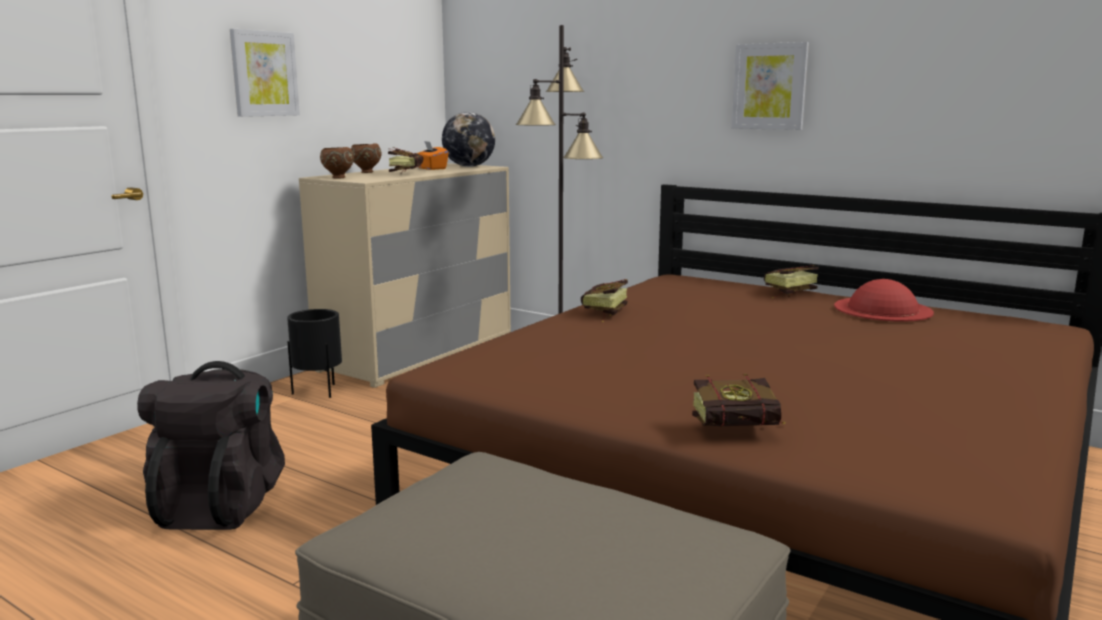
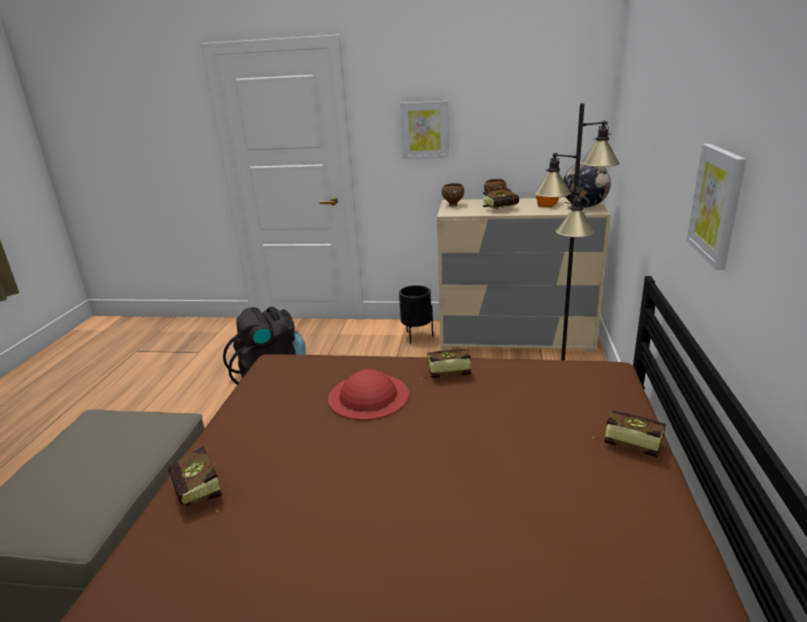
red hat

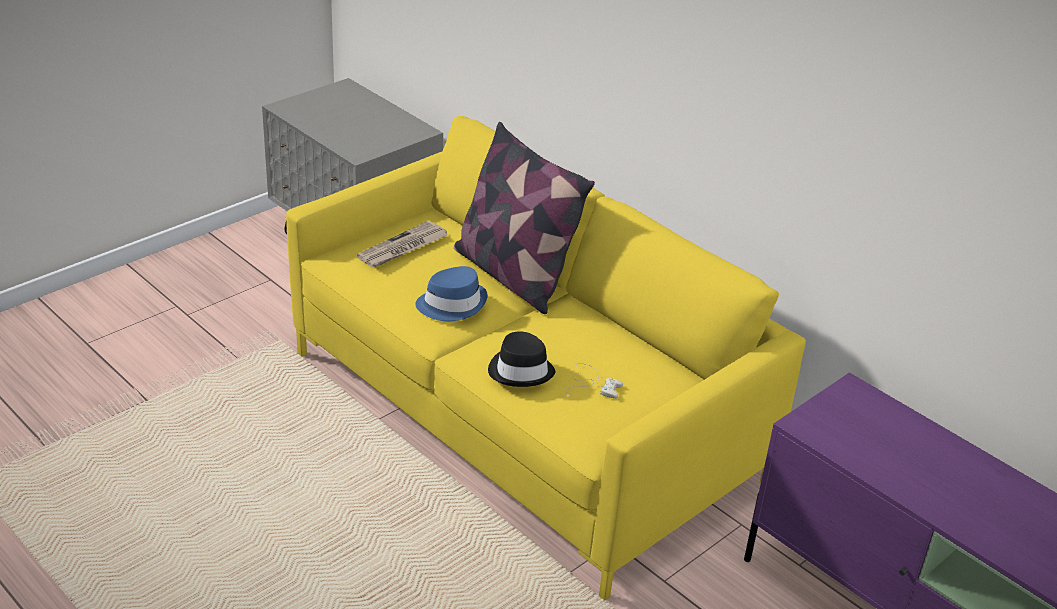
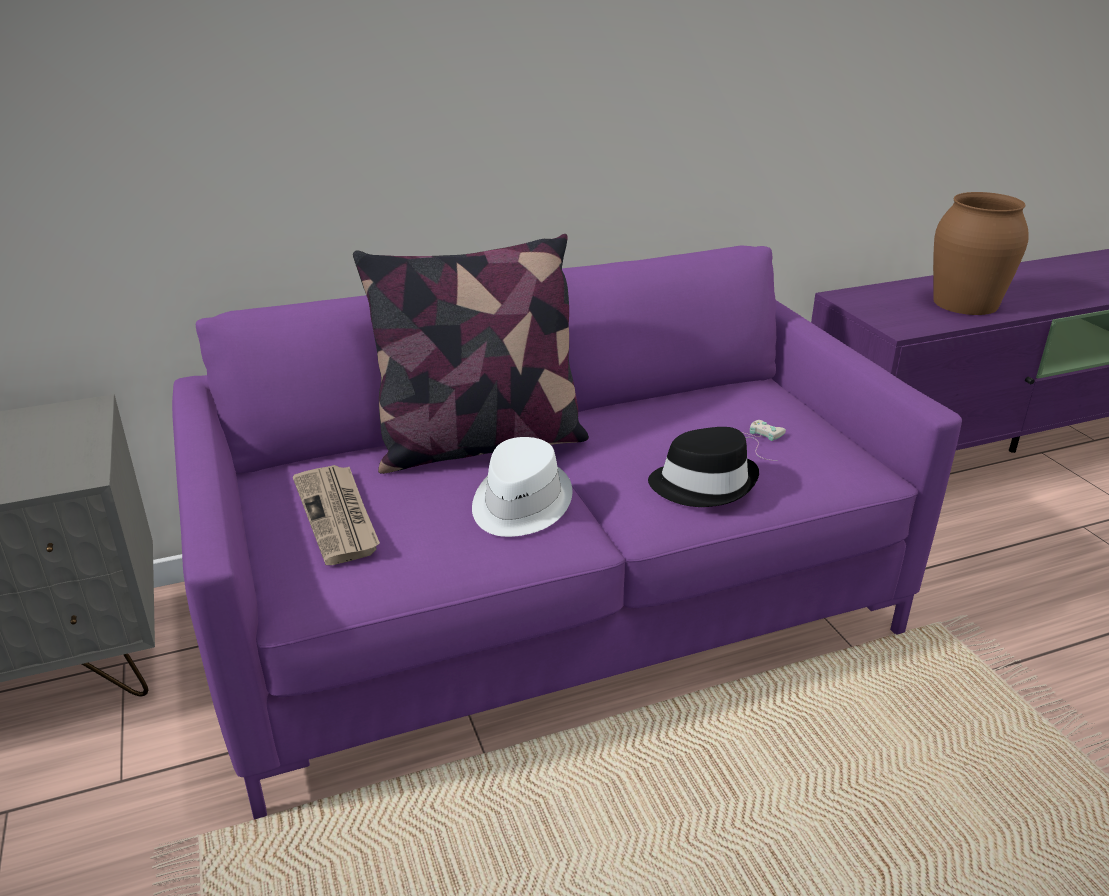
purple sofa
white hat
brown vase

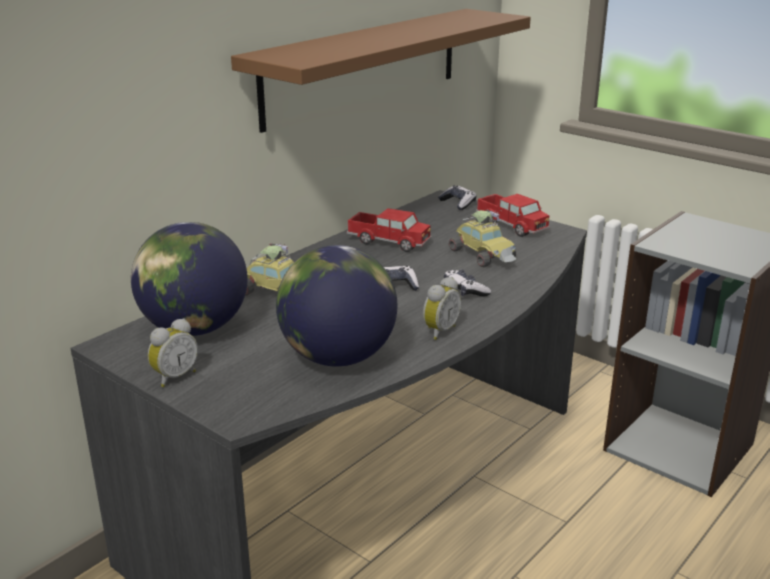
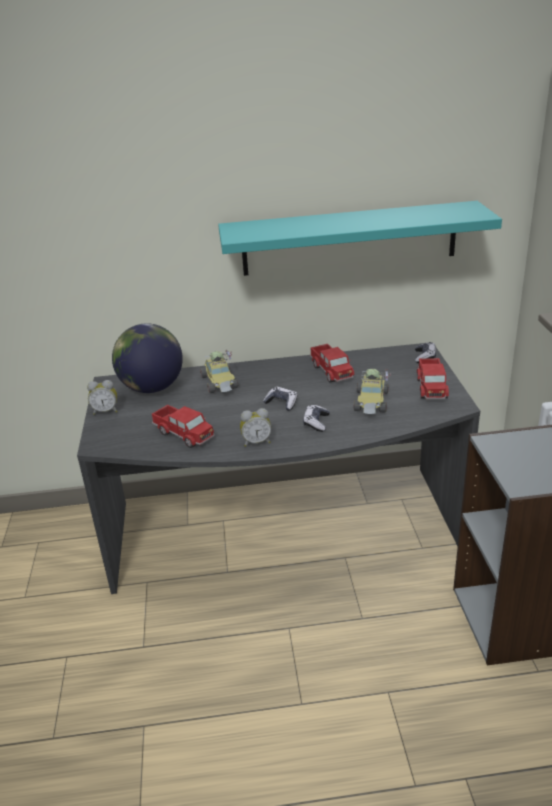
turquoise shelf
toy truck (no. 1 from left)

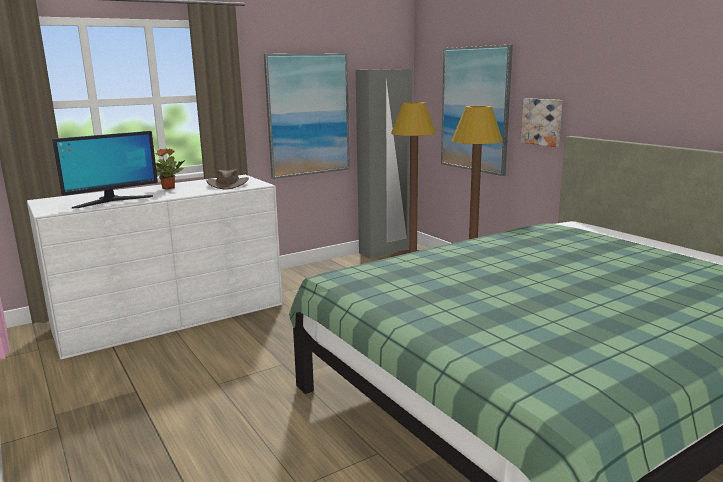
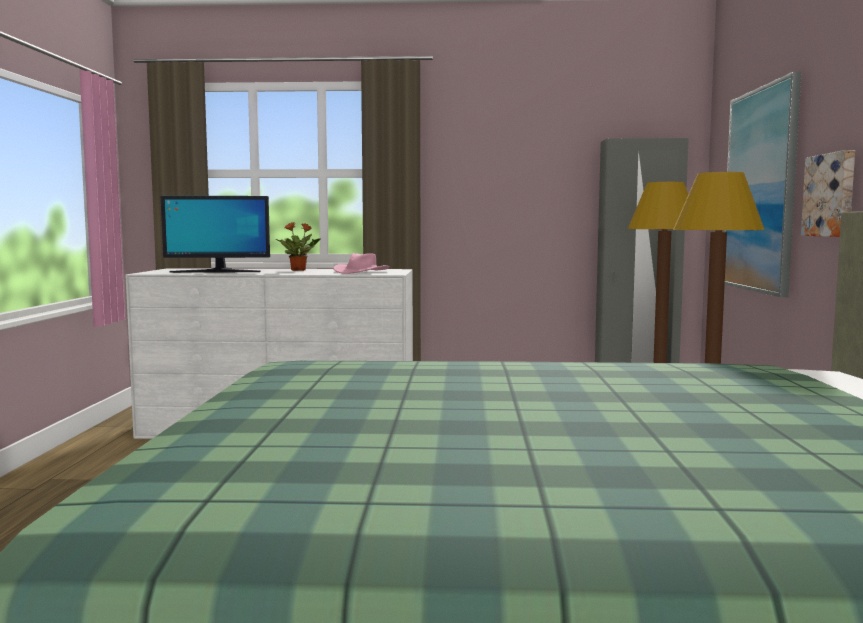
picture (no. 1 from left in the first image)
pink hat

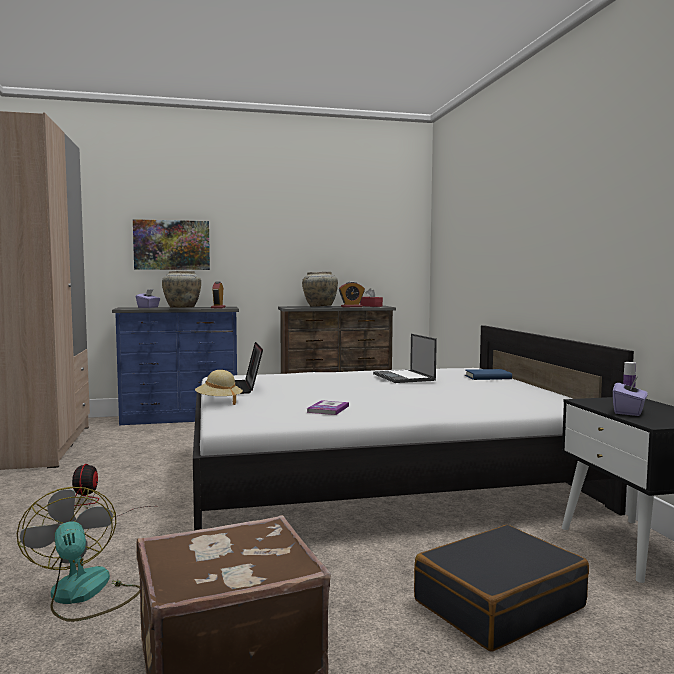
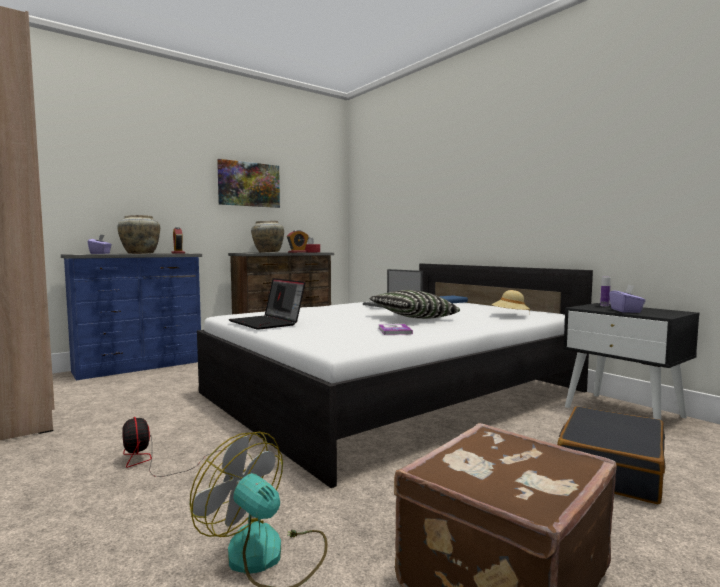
picture
beige hat
pillow

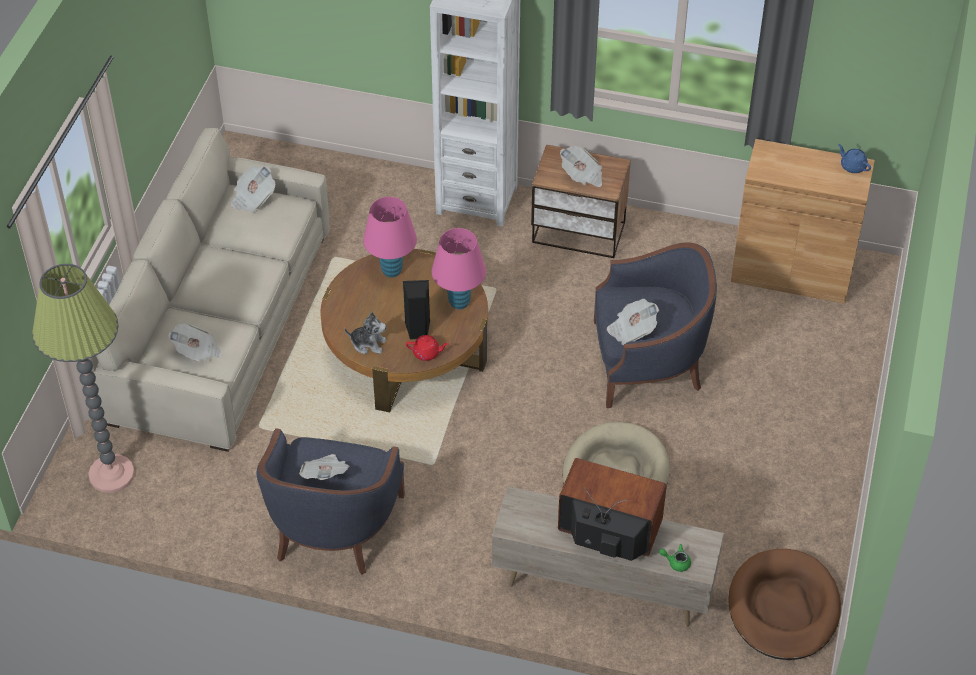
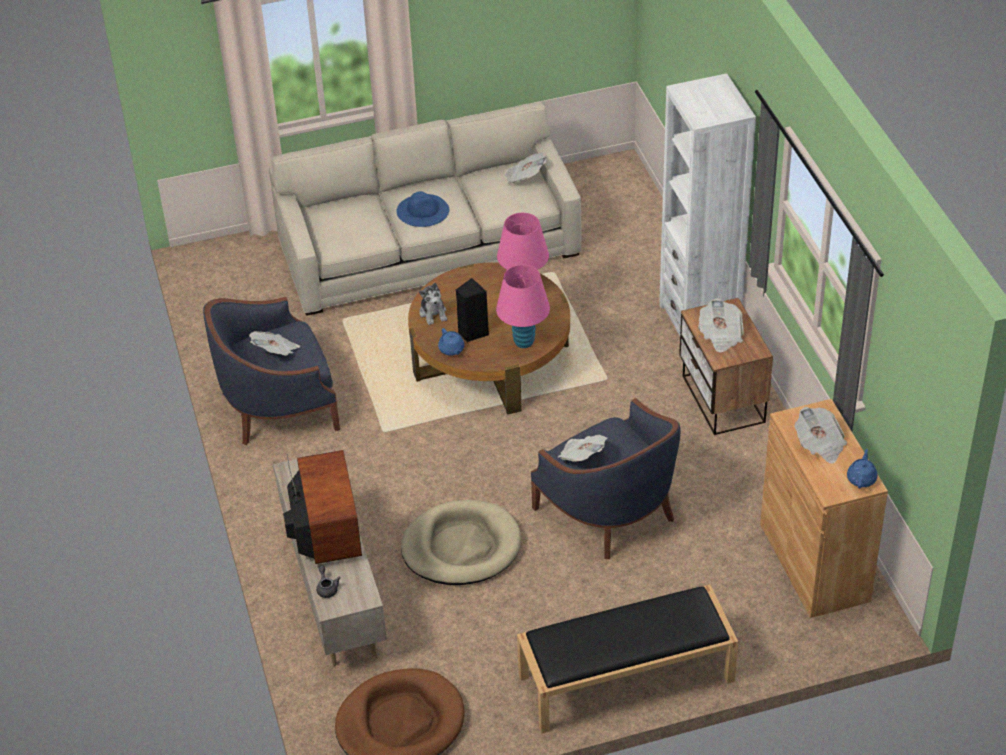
floor lamp
newspaper (no. 5 from left)
blue teapot (no. 1 from left)
grey teapot
blue hat
black bench

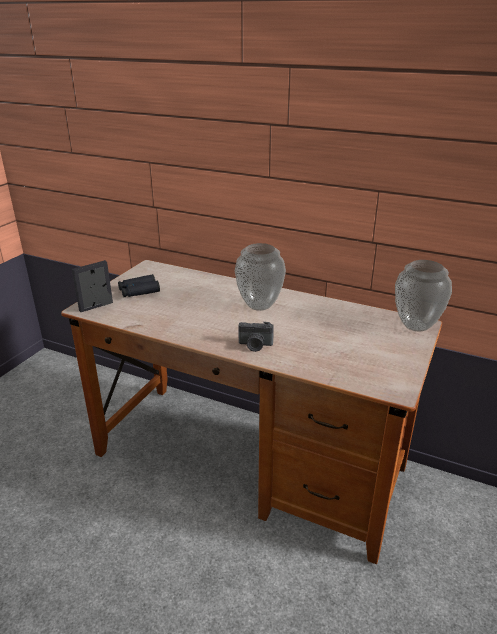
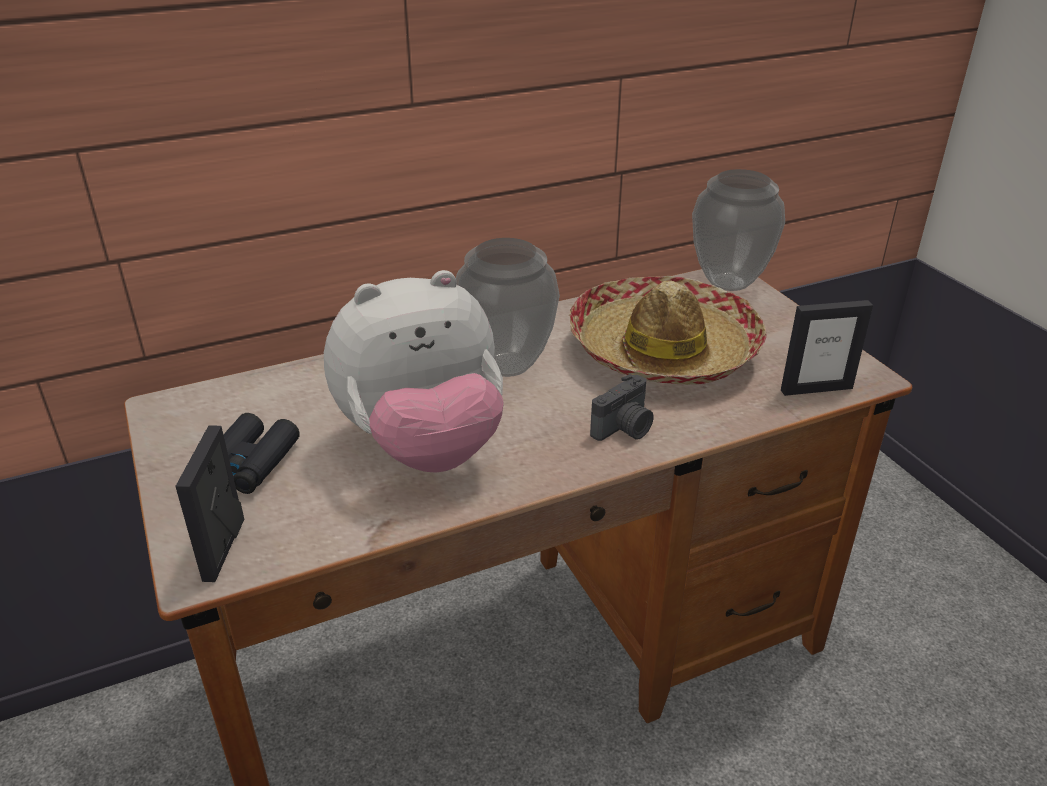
plush toy
hat
picture frame (no. 2 from left)

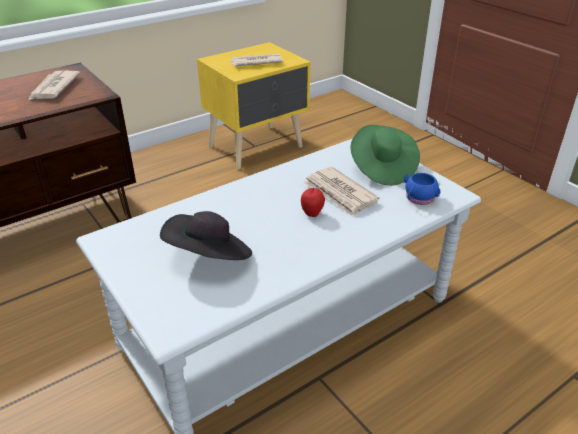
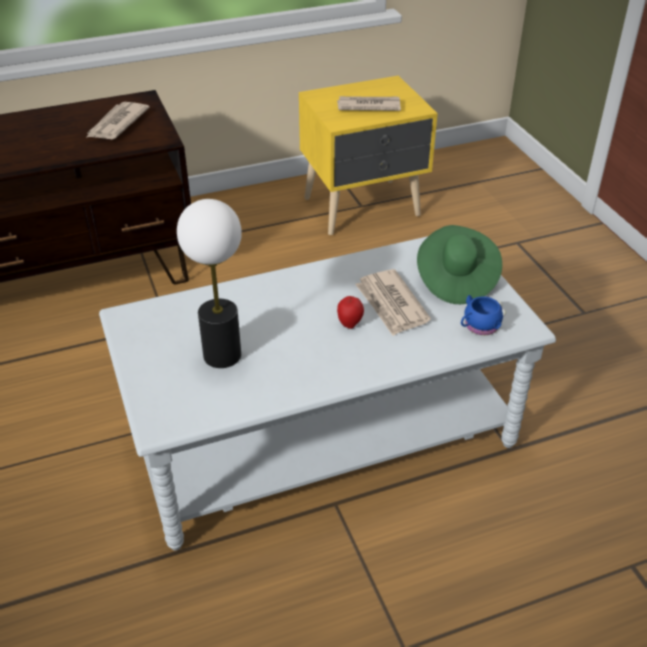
table lamp

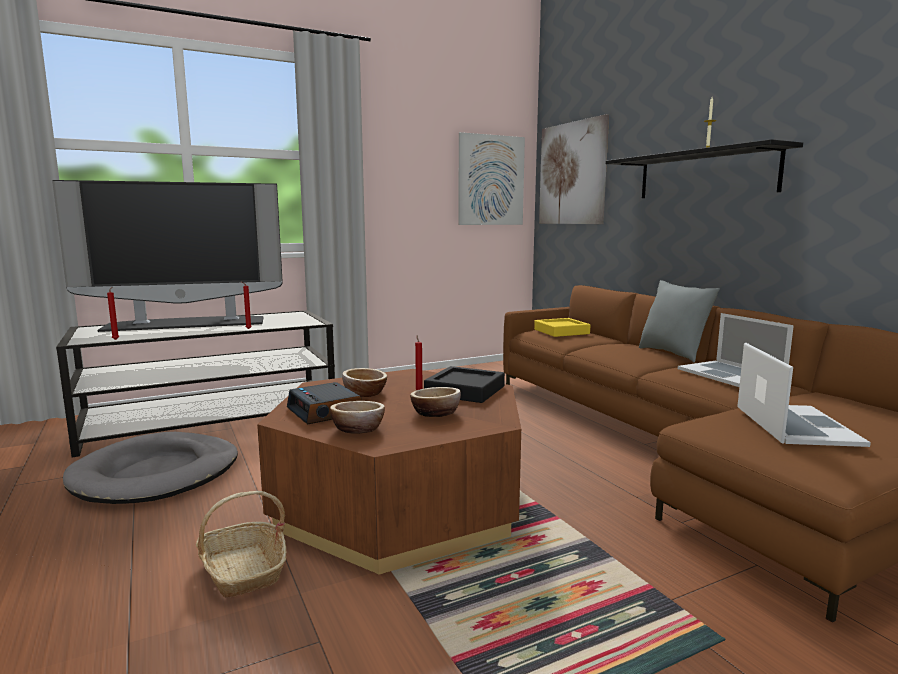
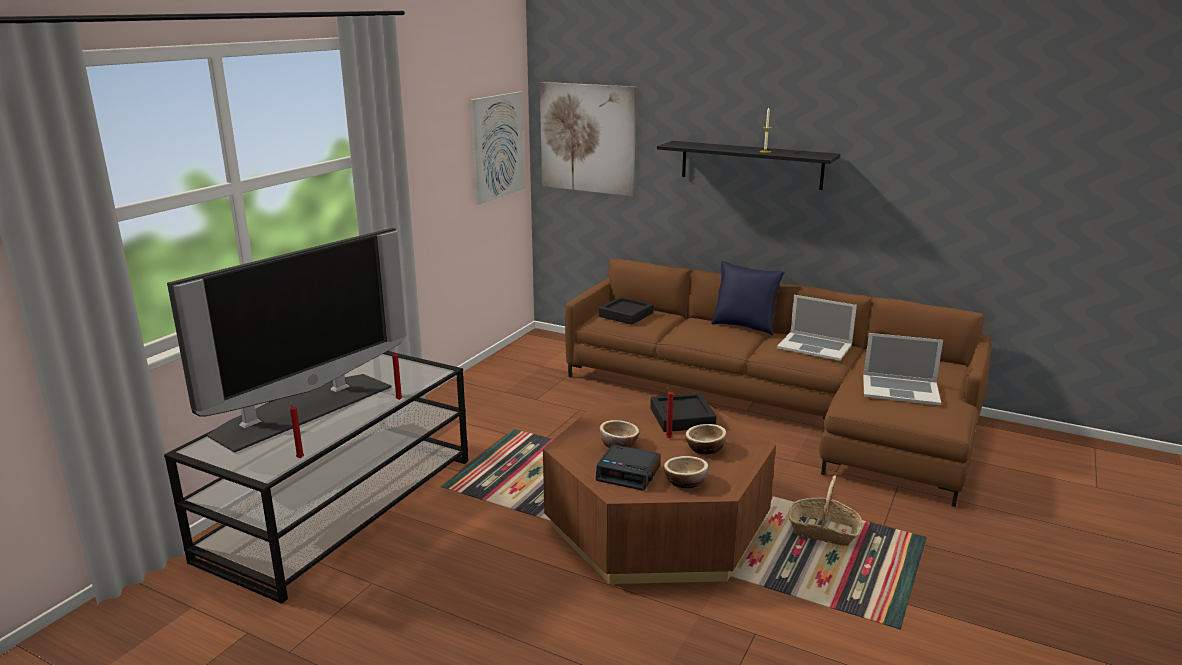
blue pillow
black tray (no. 1 from left)
laptop (no. 2 from left)
grey dog bed
basket

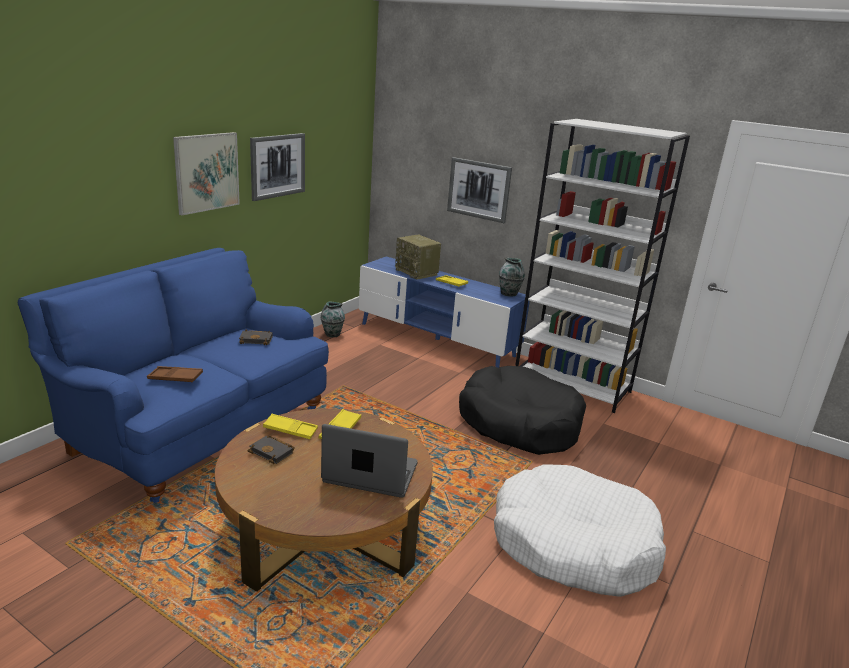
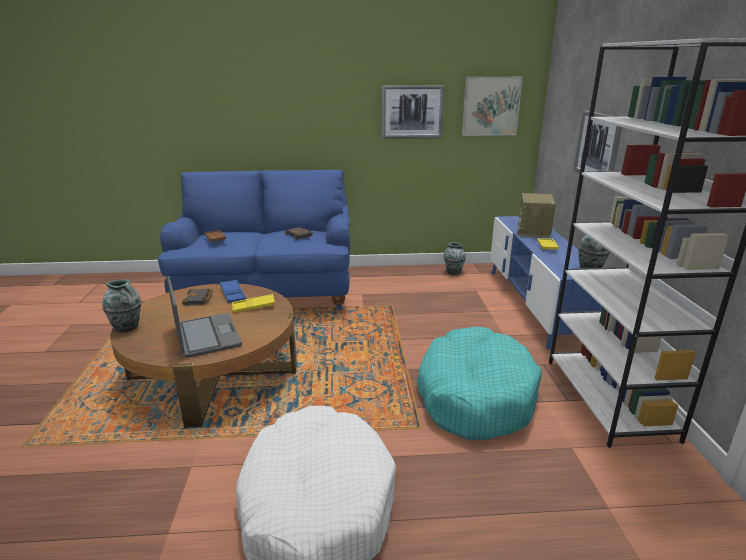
picture (no. 2 from left)
turquoise dog bed
blue tray
vase (no. 1 from left)

